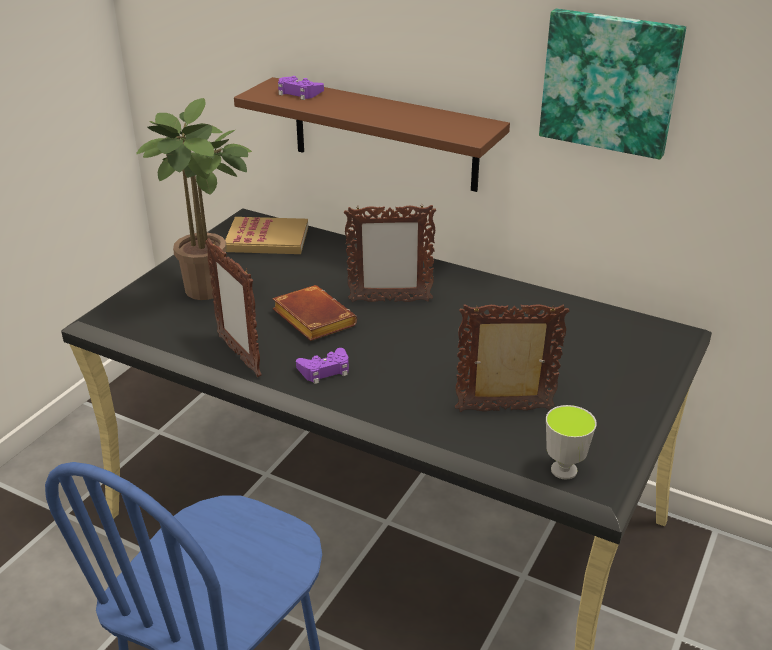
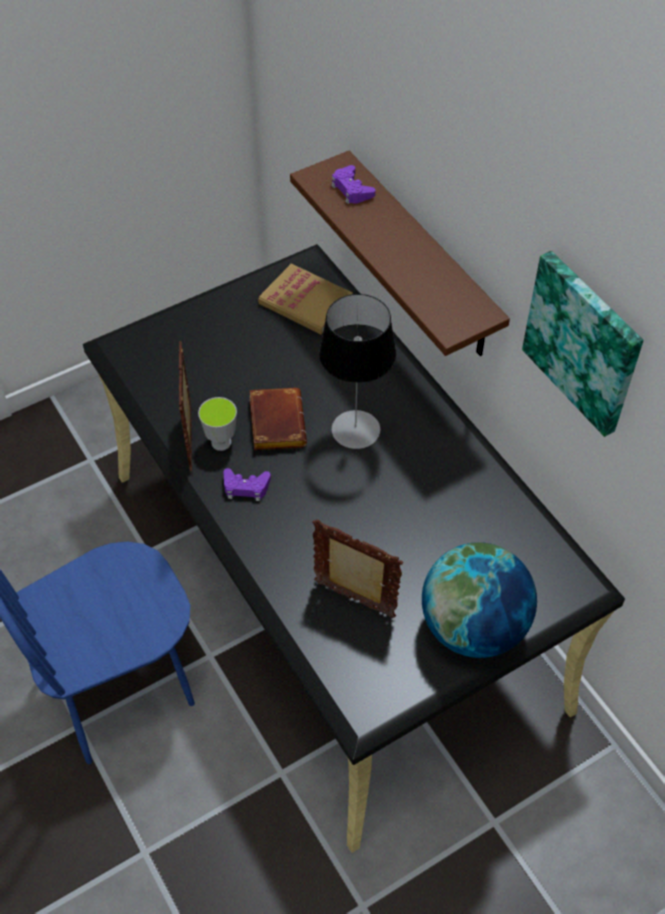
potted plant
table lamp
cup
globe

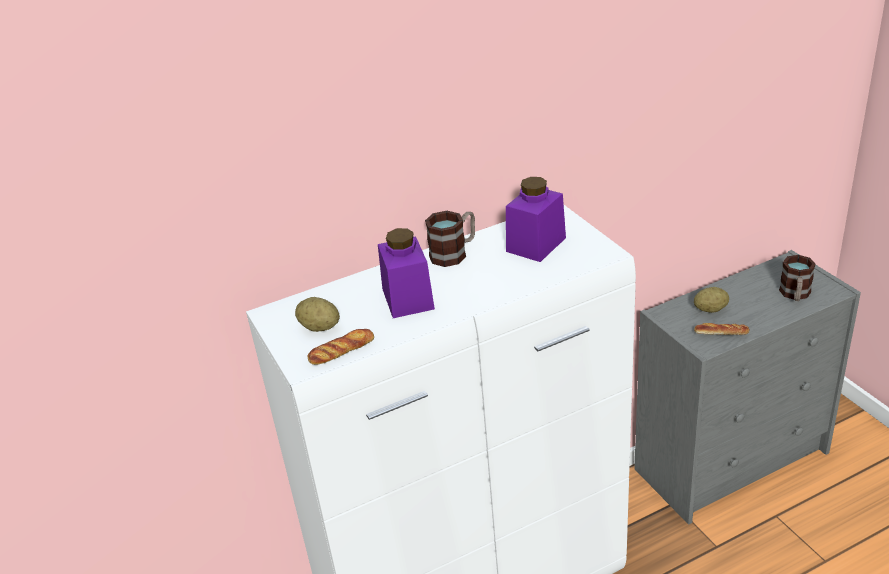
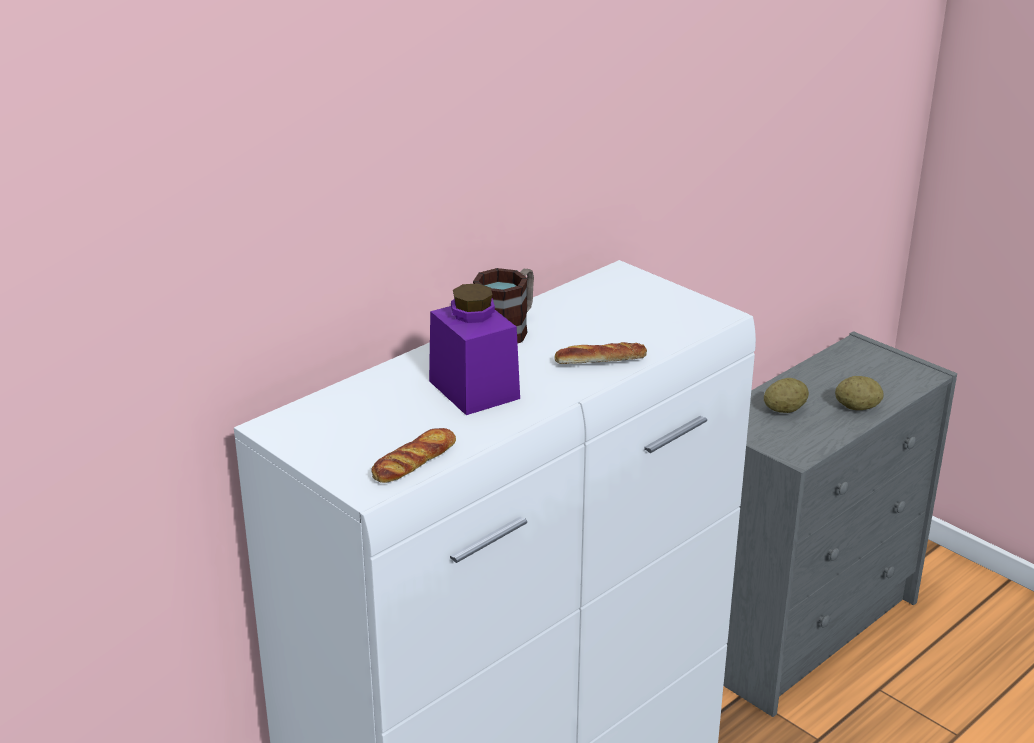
purple jar (no. 2 from left in the first image)
mug (no. 2 from left in the first image)
potato (no. 2 from left)
bread (no. 2 from left)

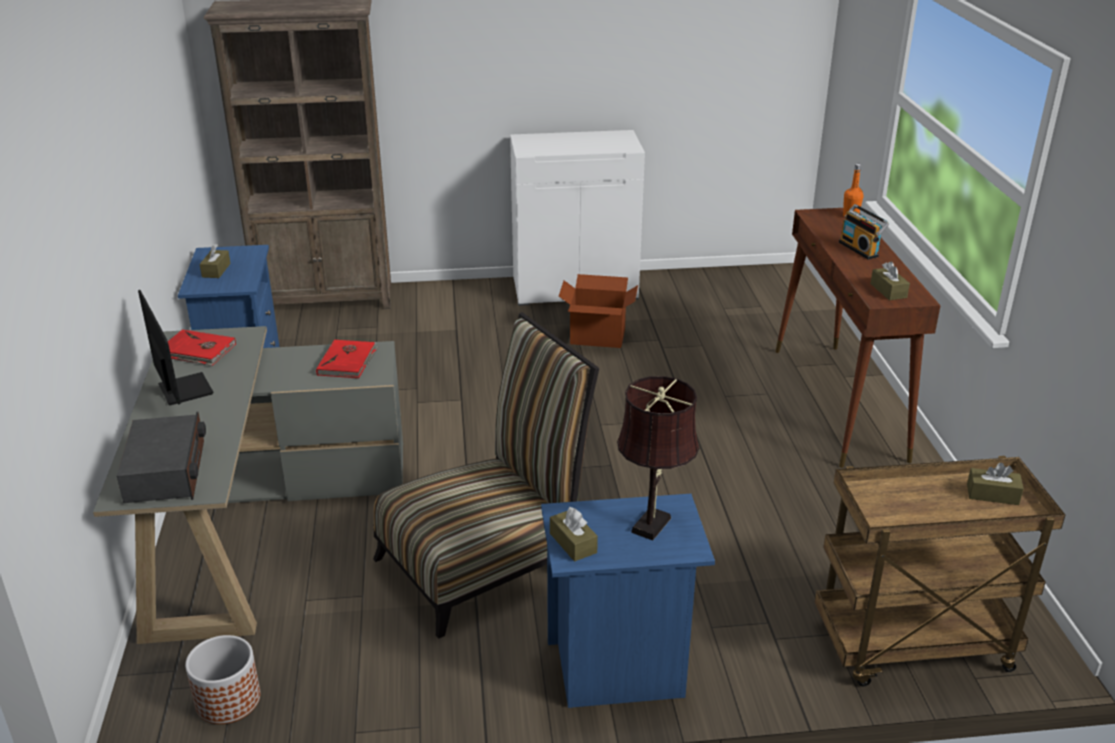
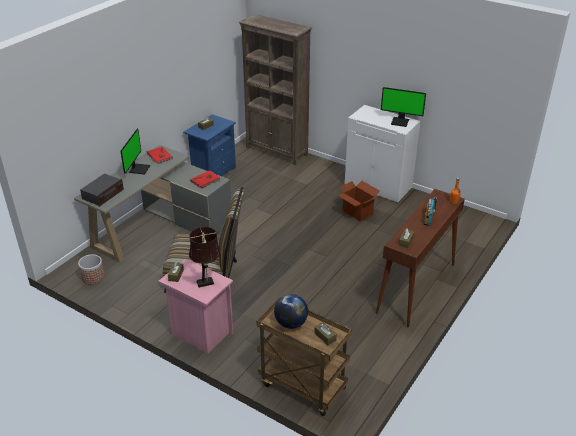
pink nightstand
monitor (no. 2 from left)
globe

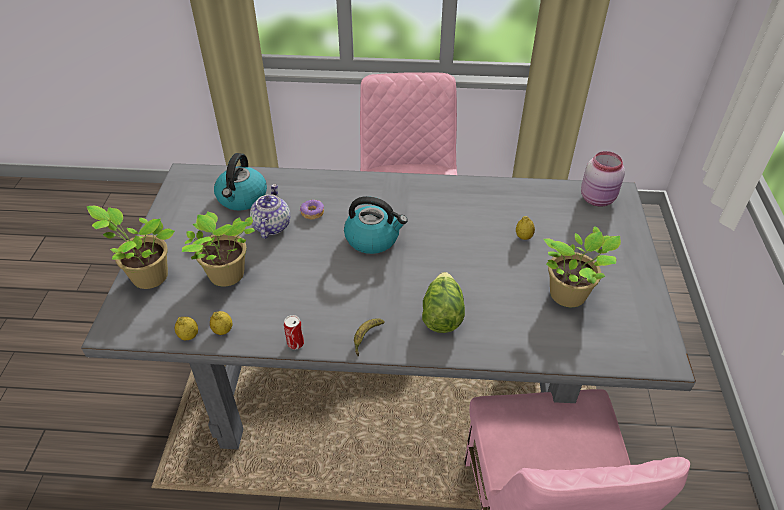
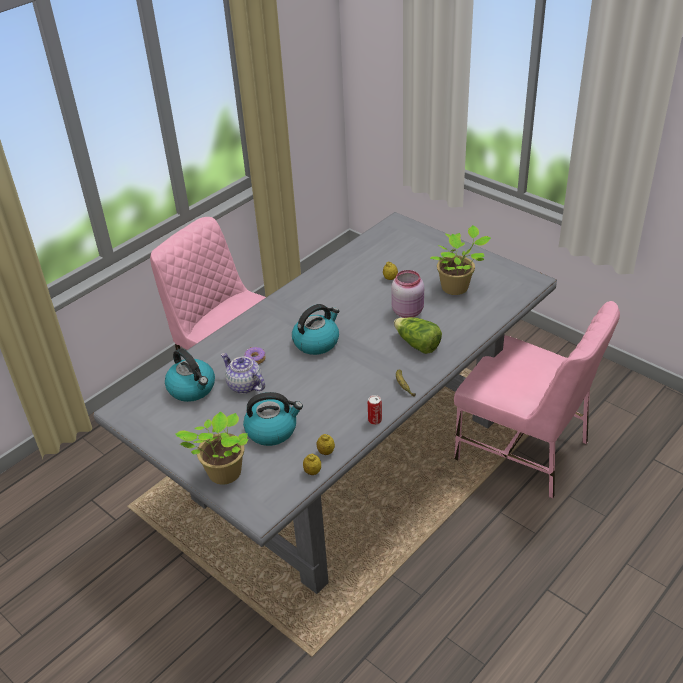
pink jar
kettle (no. 2 from left)

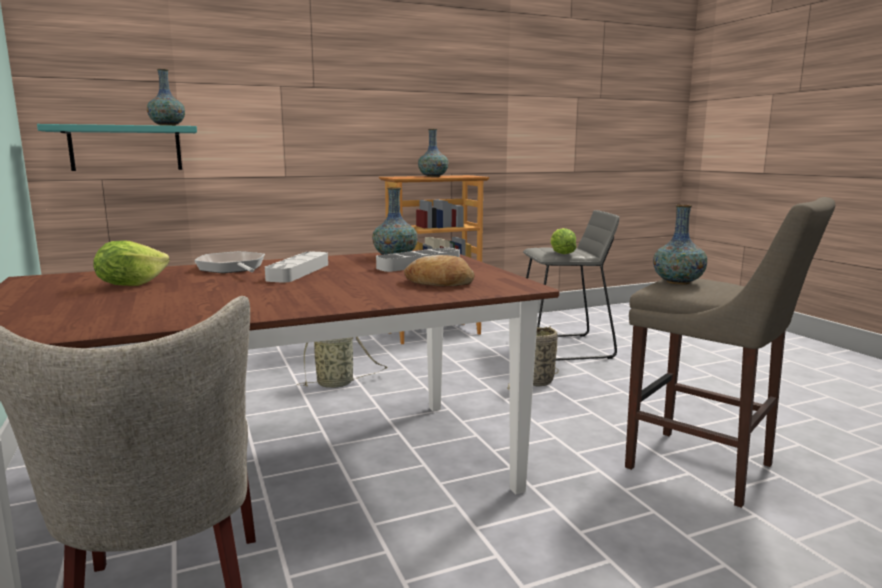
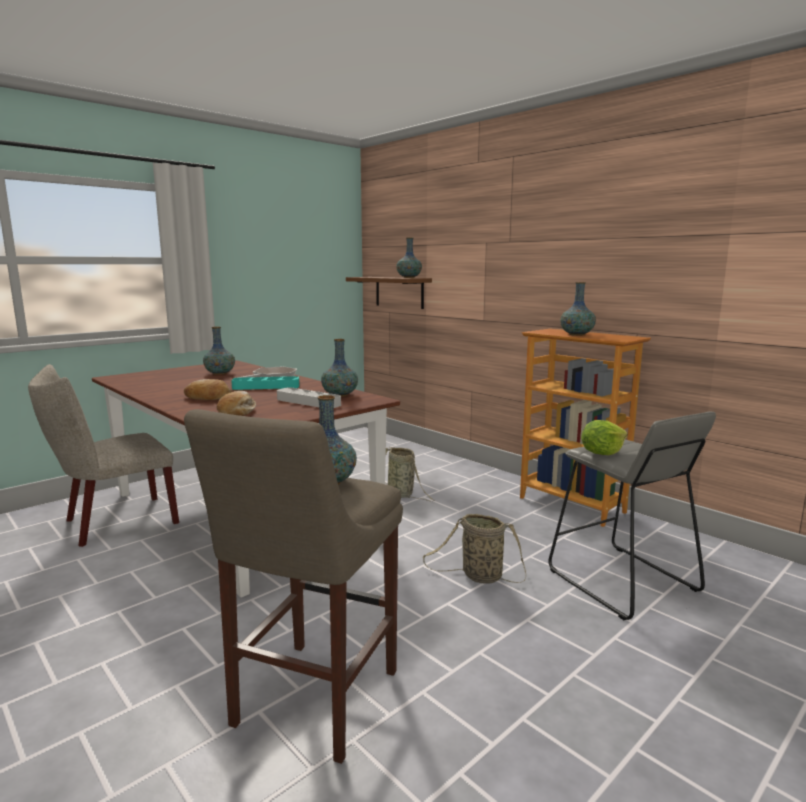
brown shelf
vase (no. 1 from left)
turquoise tray
bread (no. 1 from left)

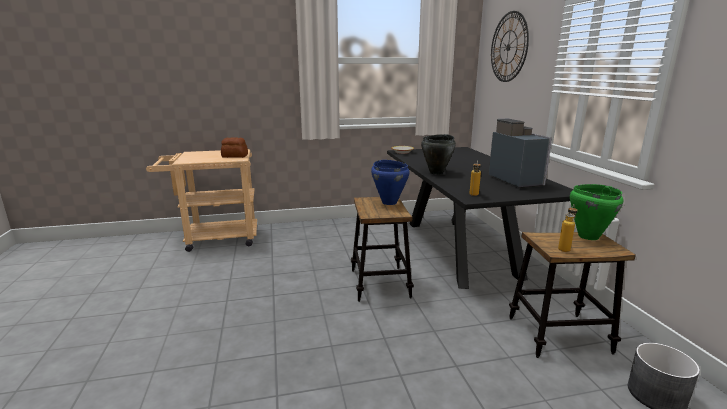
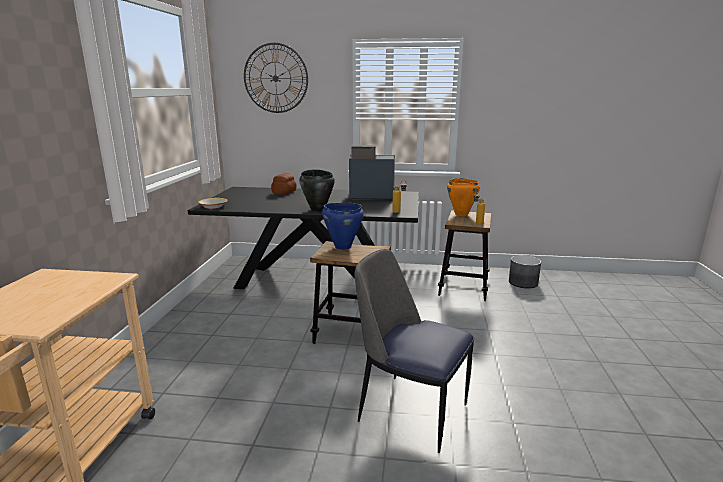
bread
orange cooking pot
chair

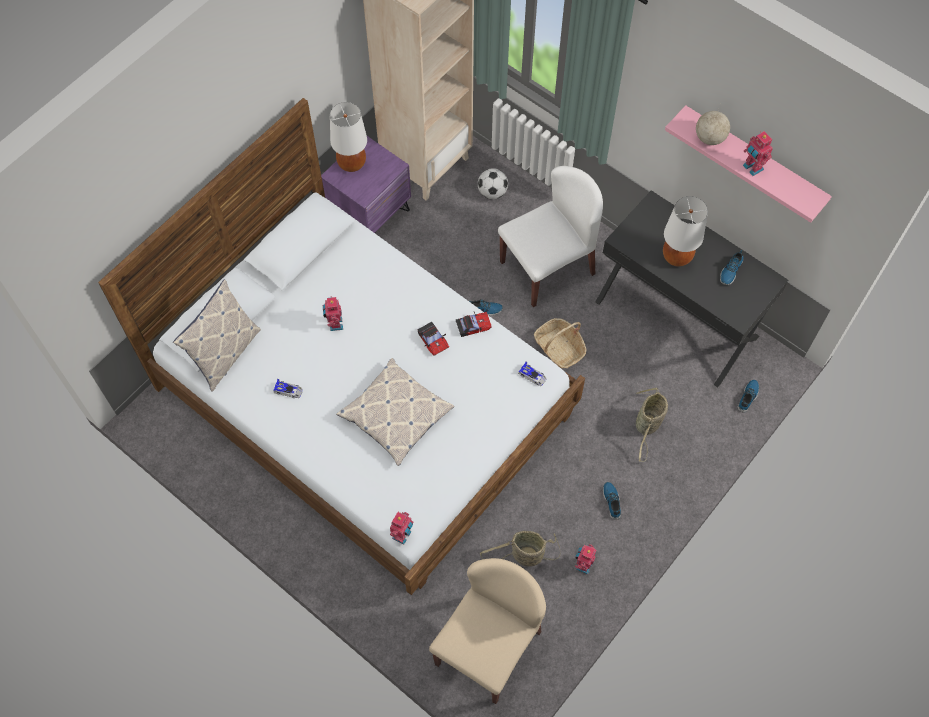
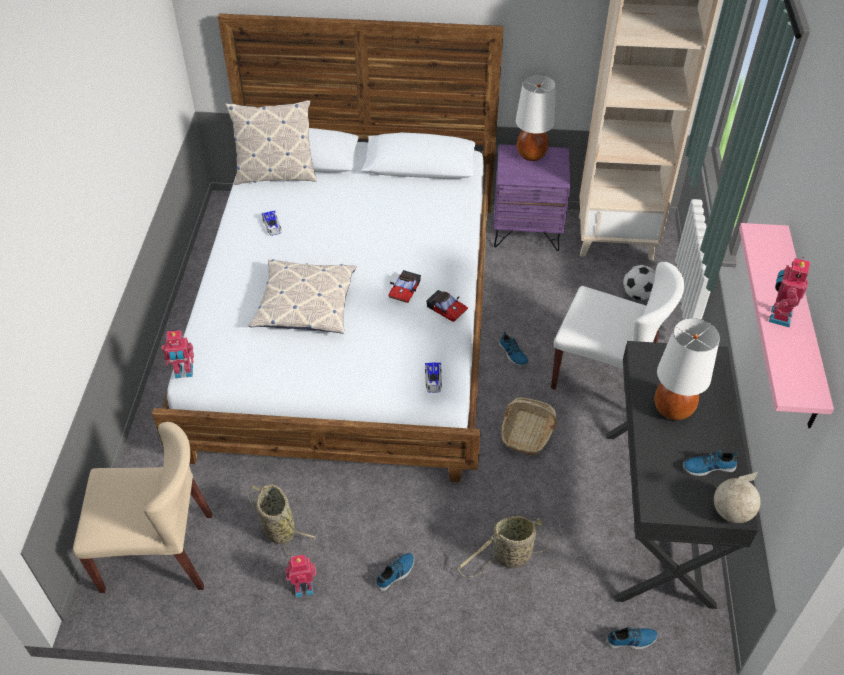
globe
toy robot (no. 1 from left in the first image)

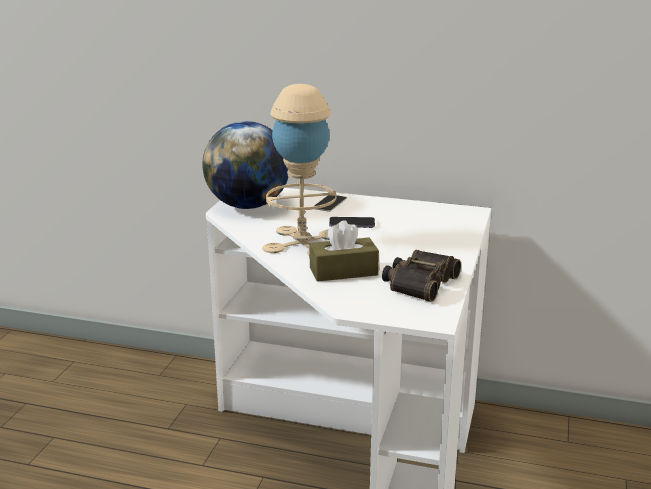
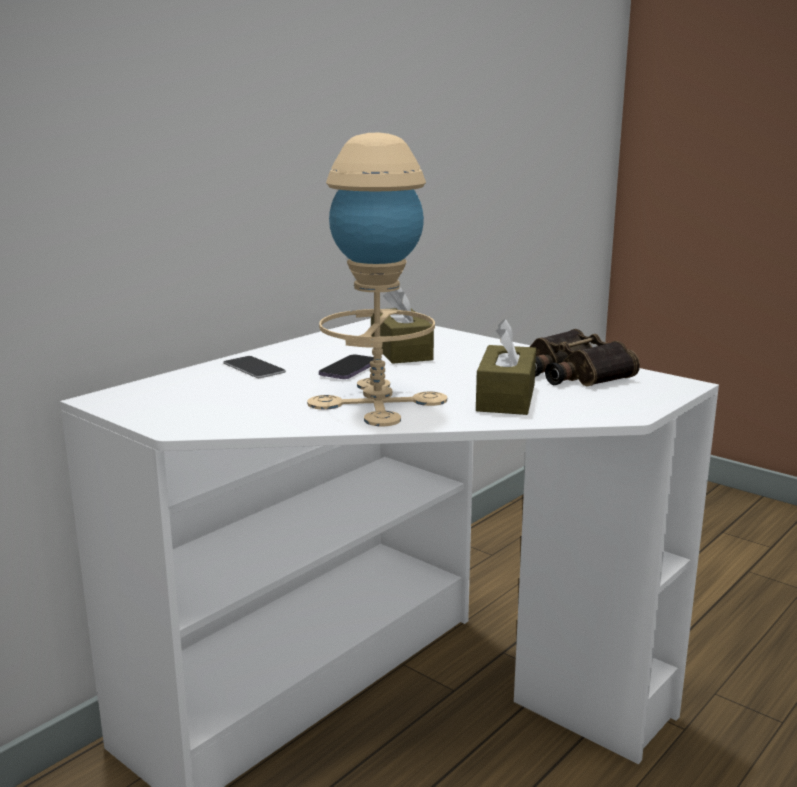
globe
brown tissue box (no. 1 from left)

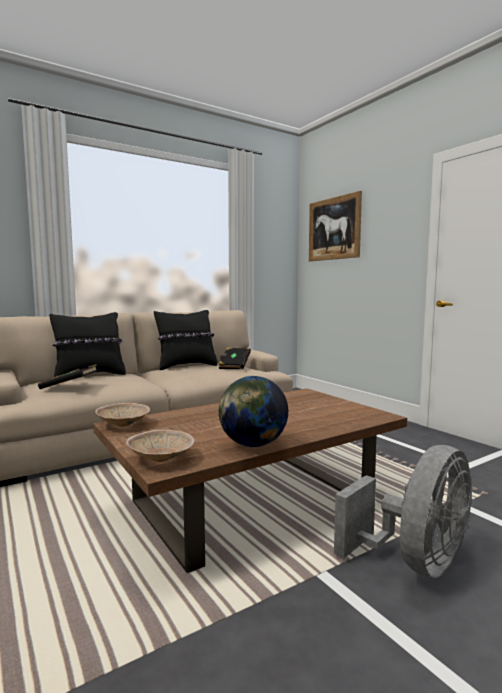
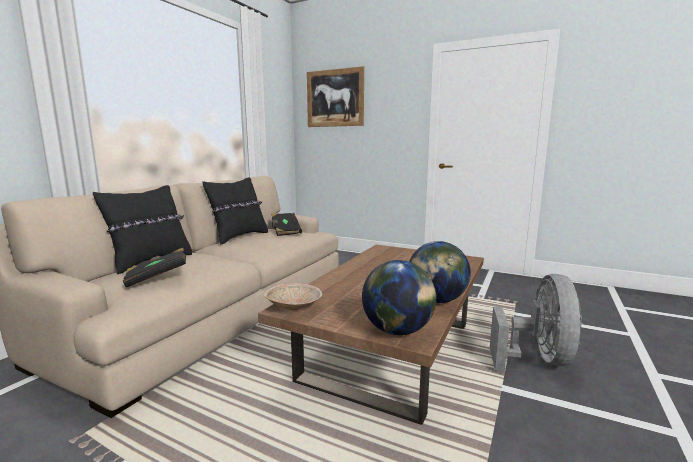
globe (no. 1 from left)

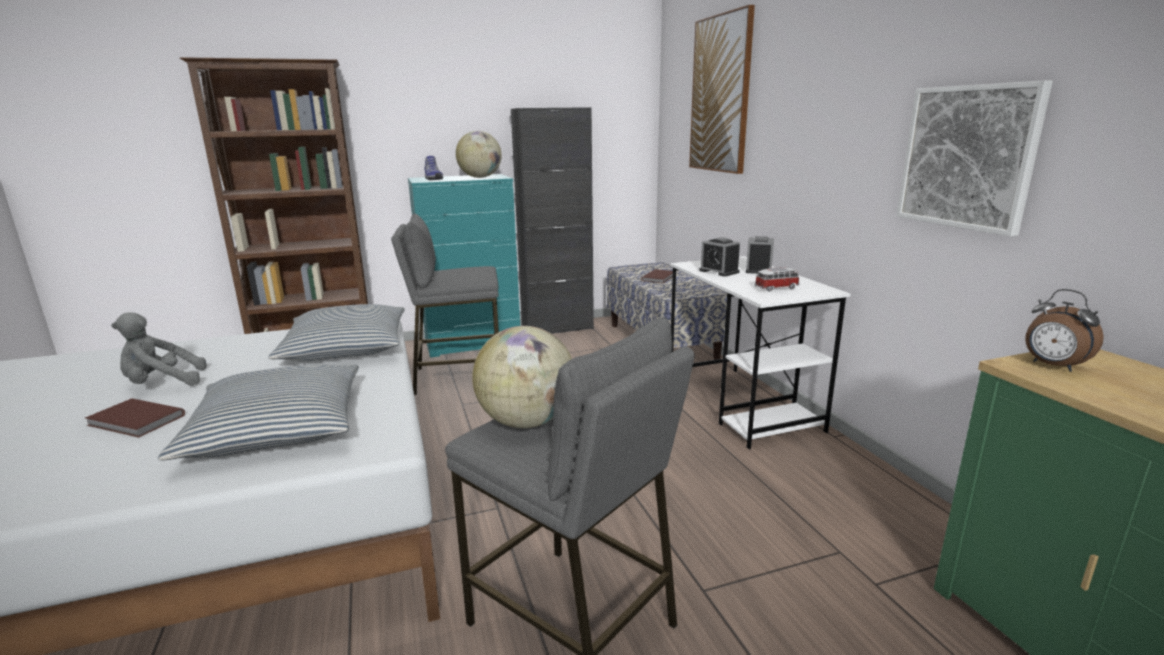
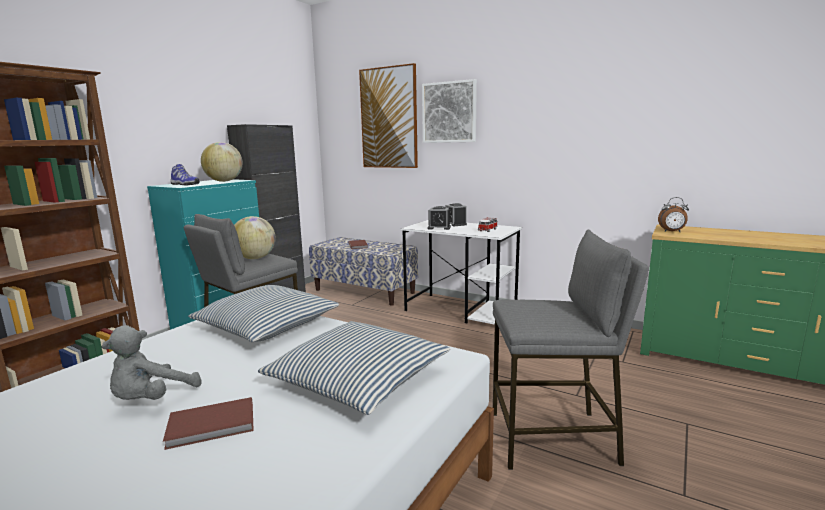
picture (no. 2 from left)
globe (no. 2 from left)

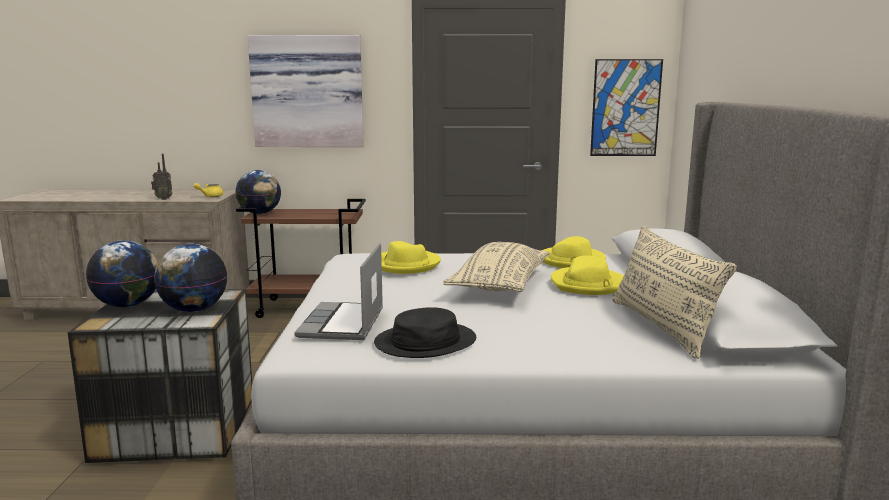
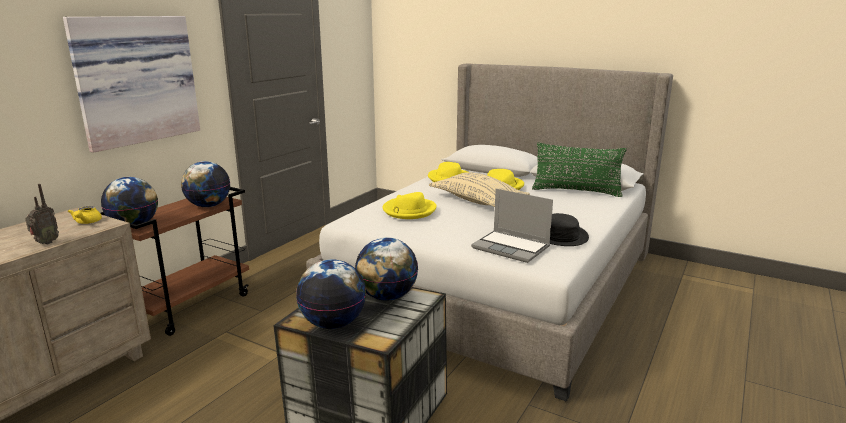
picture (no. 2 from left in the first image)
green pillow
globe (no. 2 from left)

